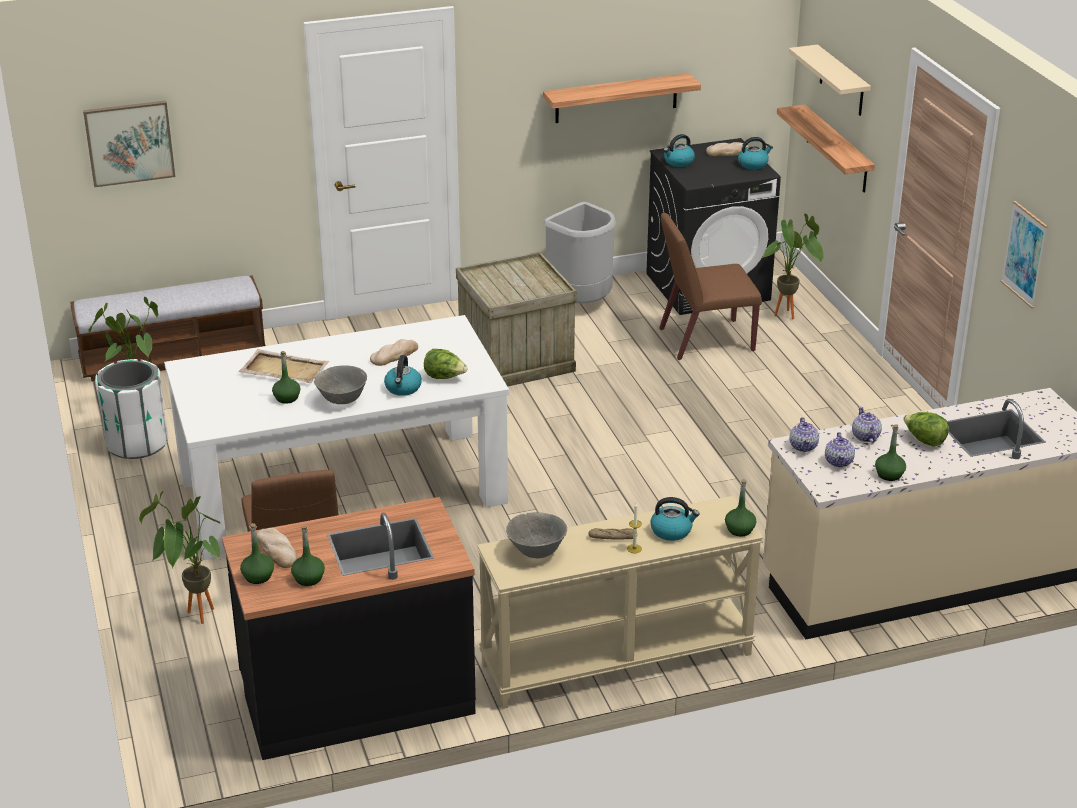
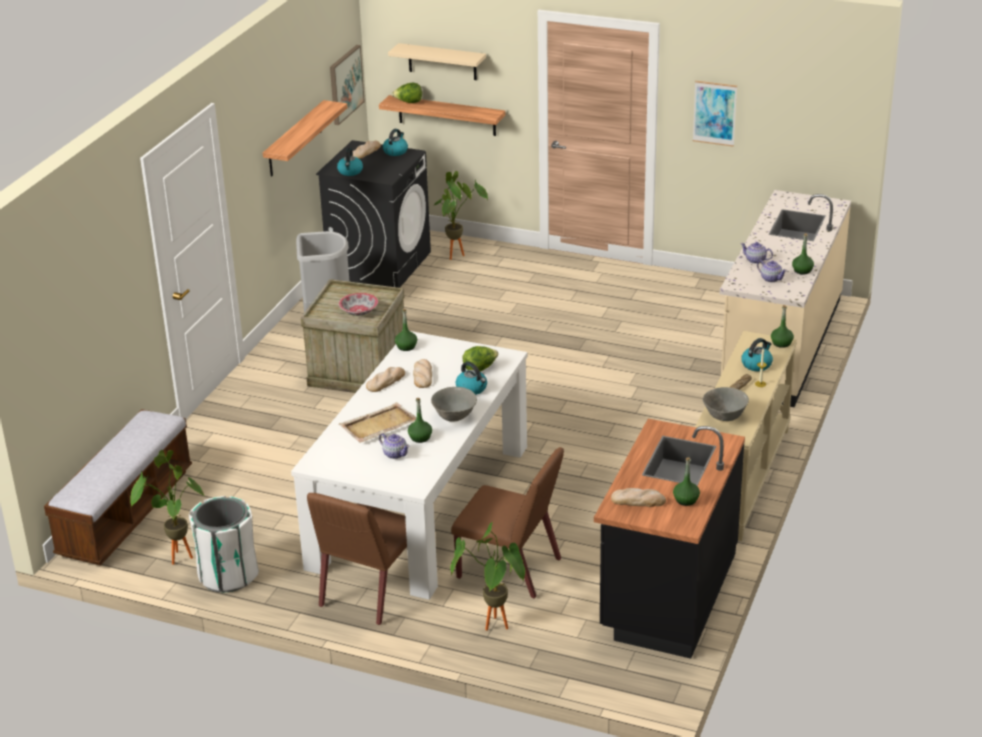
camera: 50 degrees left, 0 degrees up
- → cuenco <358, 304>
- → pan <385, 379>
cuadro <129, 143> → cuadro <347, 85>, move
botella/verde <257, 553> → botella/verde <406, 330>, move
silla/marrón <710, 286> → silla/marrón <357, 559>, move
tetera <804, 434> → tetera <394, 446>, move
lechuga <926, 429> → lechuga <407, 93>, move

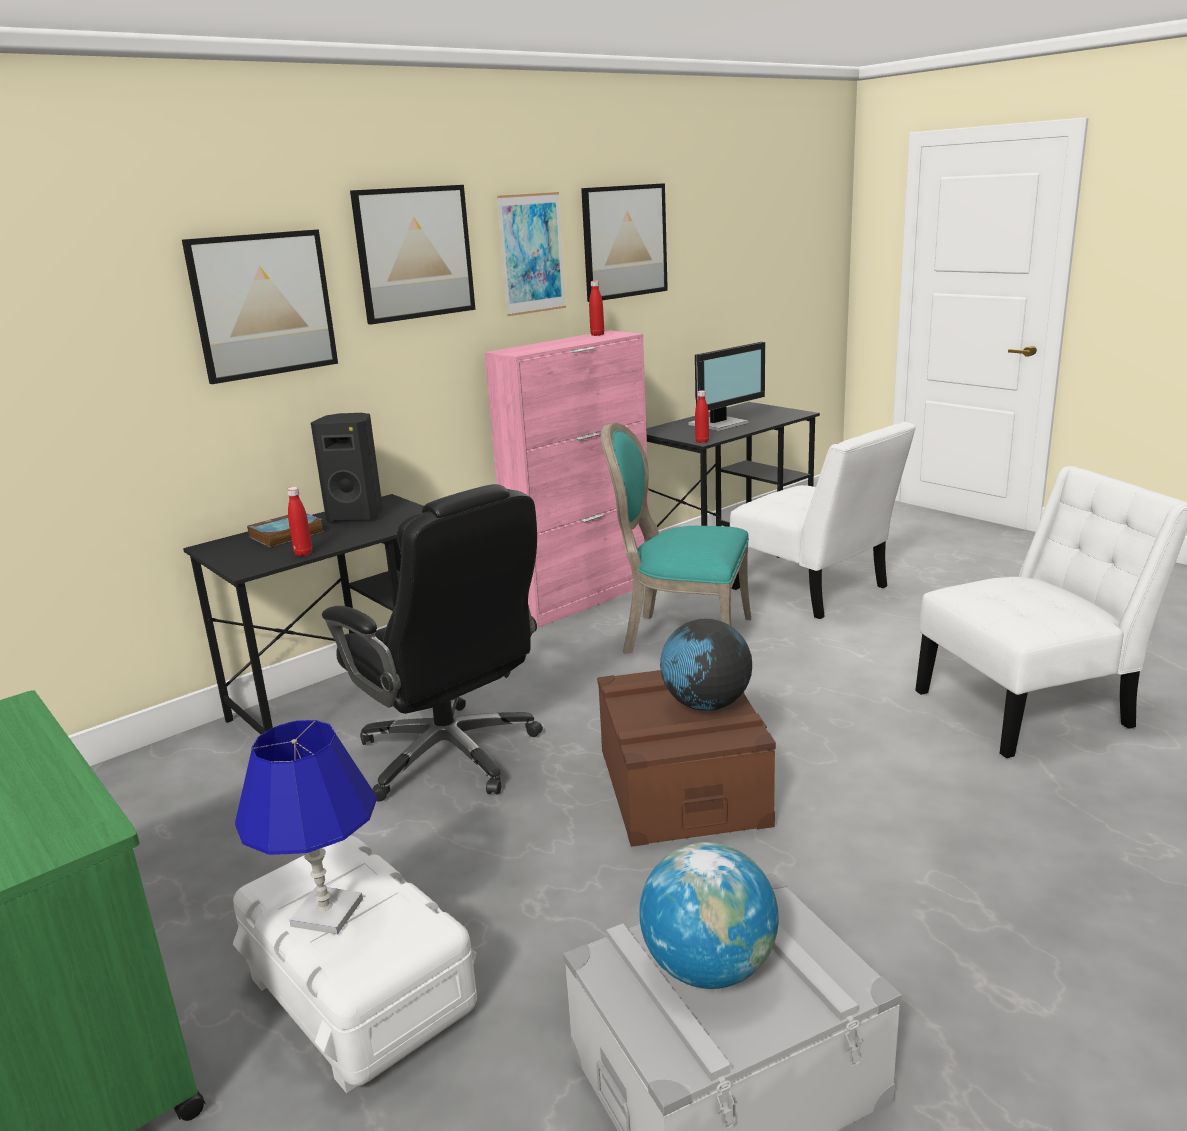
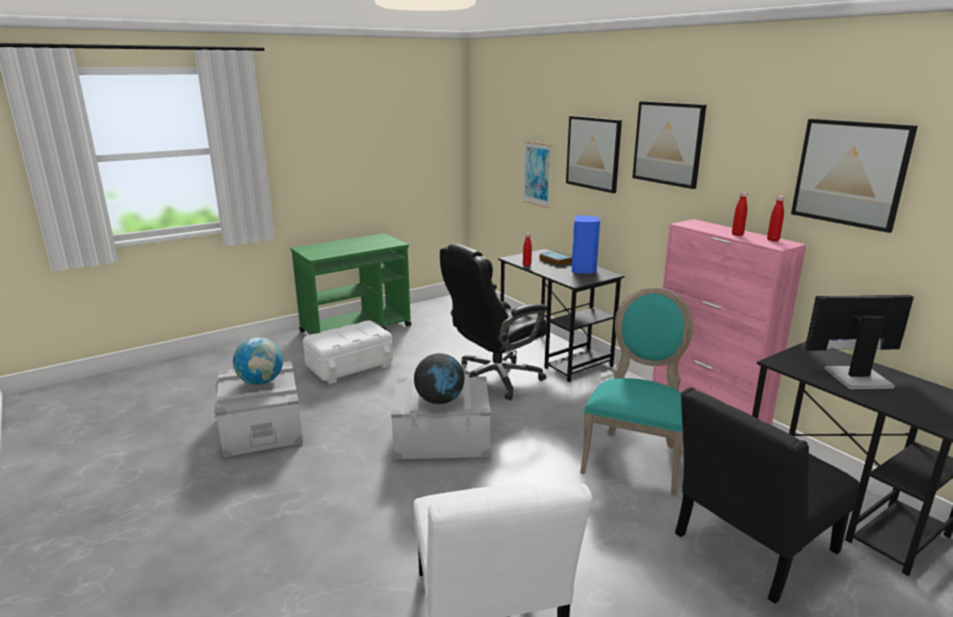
camera: 95 degrees right, 0 degrees up
lámpara de mesa/azul <306, 827> → -
cuadro <531, 254> → cuadro <537, 174>, move
botella/rojo <702, 416> → botella/rojo <740, 214>, move
altavoz/negro <347, 467> → altavoz/azul <586, 244>
caja de almacenaje/marrón <686, 758> → caja de almacenaje/gris <441, 417>
silla/blanco <823, 520> → silla/negro <767, 495>
monitor <727, 386> → monitor <859, 342>, 120 degrees clockwise

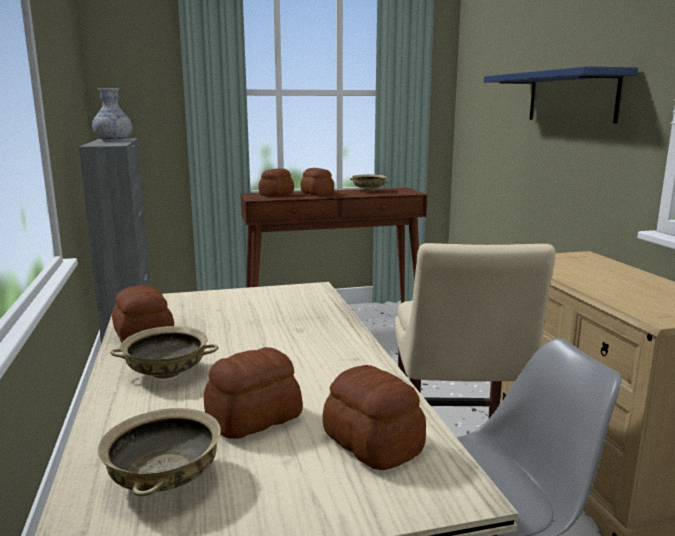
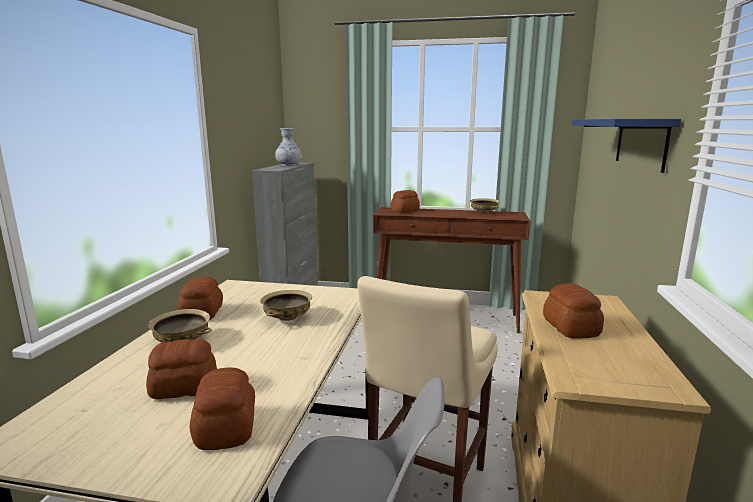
camera: 25 degrees right, 0 degrees up
cuenco/beis <159, 452> → cuenco/beis <286, 305>, move
pan <317, 182> → pan <573, 311>, move

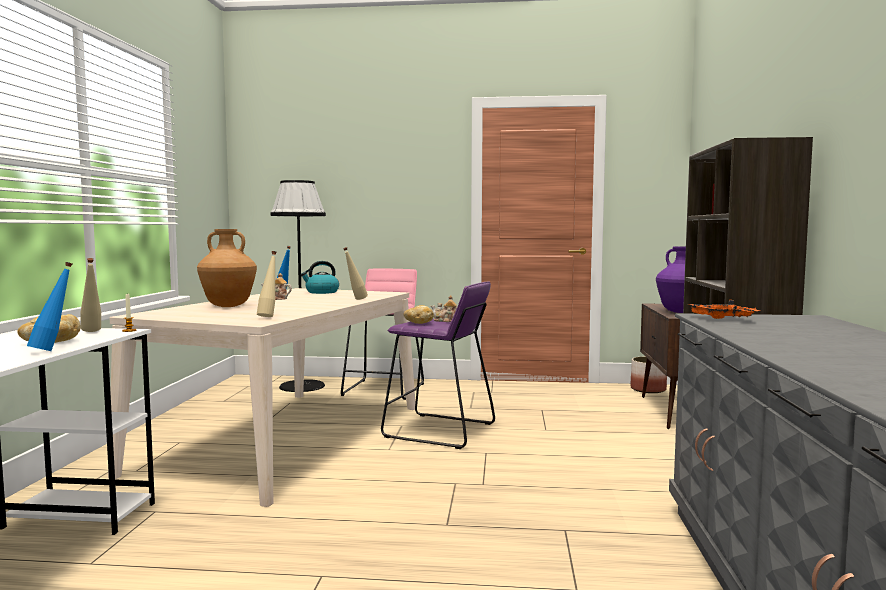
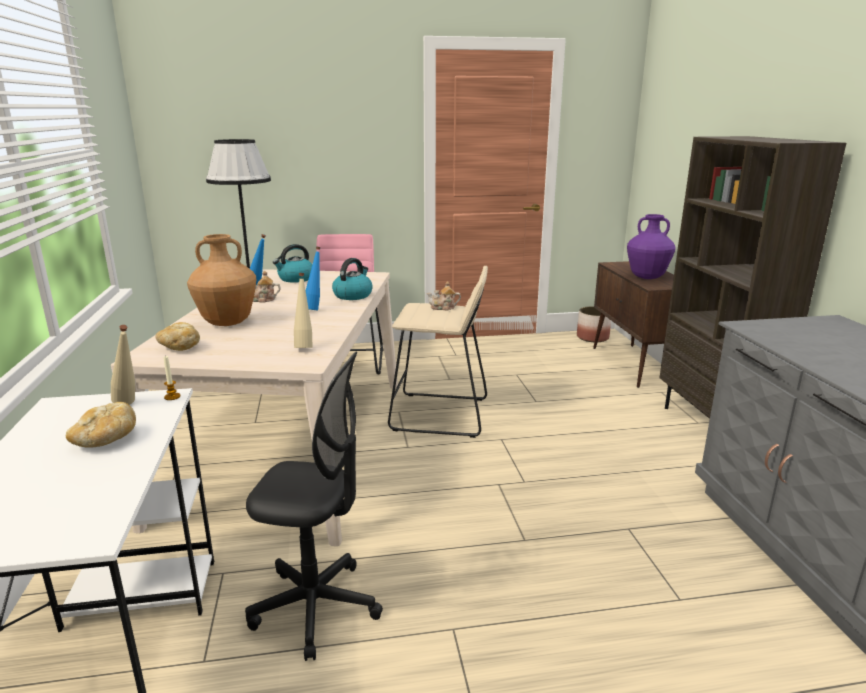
camera: 15 degrees left, 15 degrees up
bandeja/naranja <724, 309> → -
- → silla de oficina/negro <314, 506>
botella/azul <49, 306> → botella/azul <313, 278>, move
pan <419, 314> → pan <177, 336>, move
botella/beis <355, 273> → hervidor <352, 279>
taburete/morado <438, 365> → taburete/beis <438, 351>

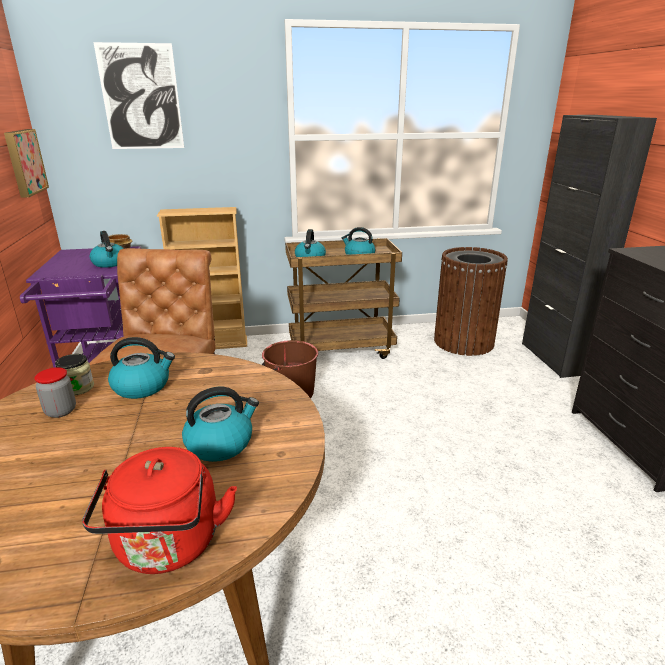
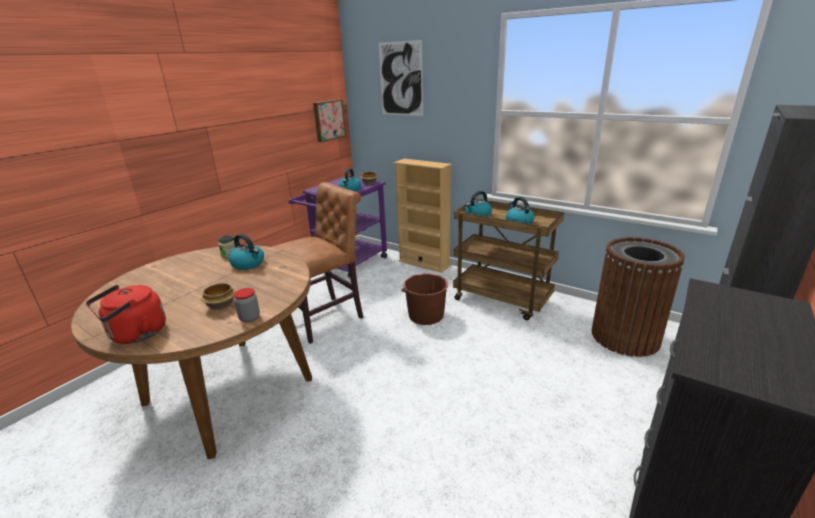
camera: 45 degrees right, 0 degrees up
tarro <55, 392> → tarro <247, 305>, move
hervidor <220, 424> → cuenco <218, 296>

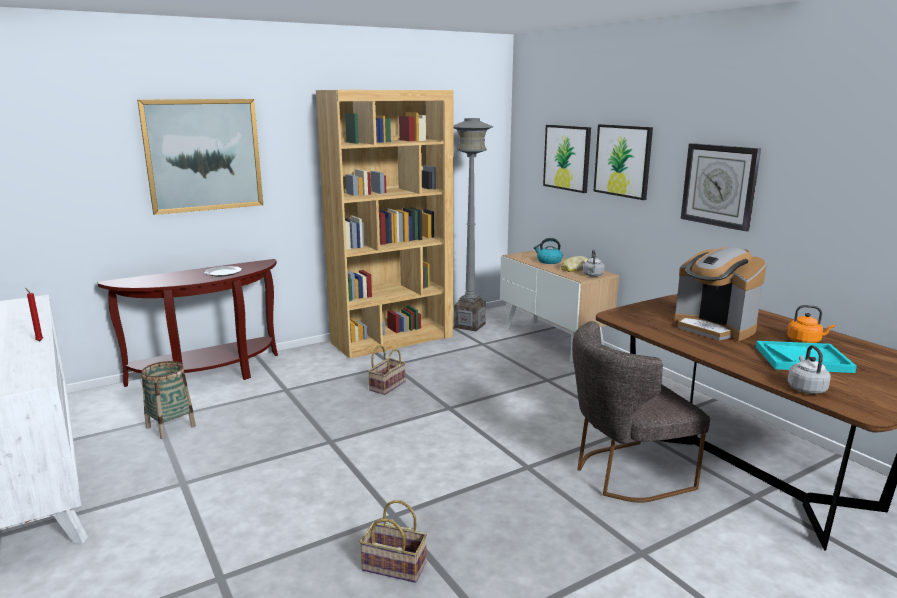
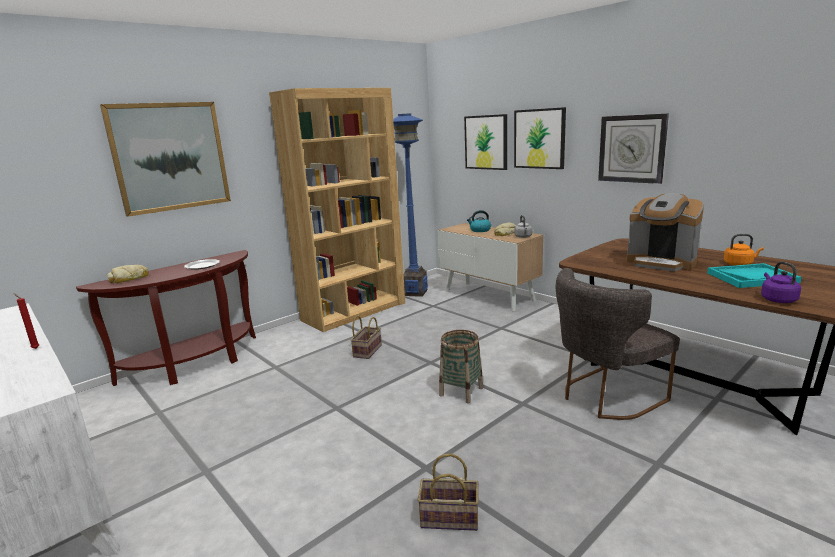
camera: 10 degrees left, 0 degrees up
- → pan <128, 274>
cesta <168, 400> → cesta <461, 366>, move
lámpara de pie/gris <473, 224> → lámpara de pie/azul <410, 205>
hervidor/gris <809, 369> → hervidor/morado <781, 282>

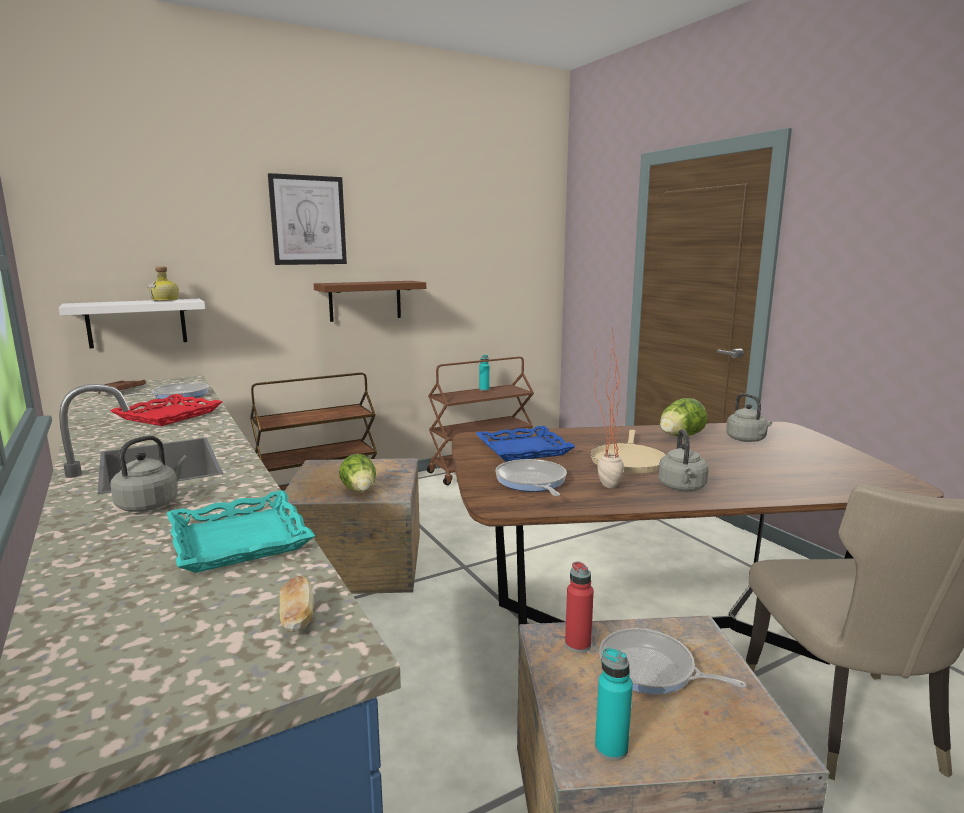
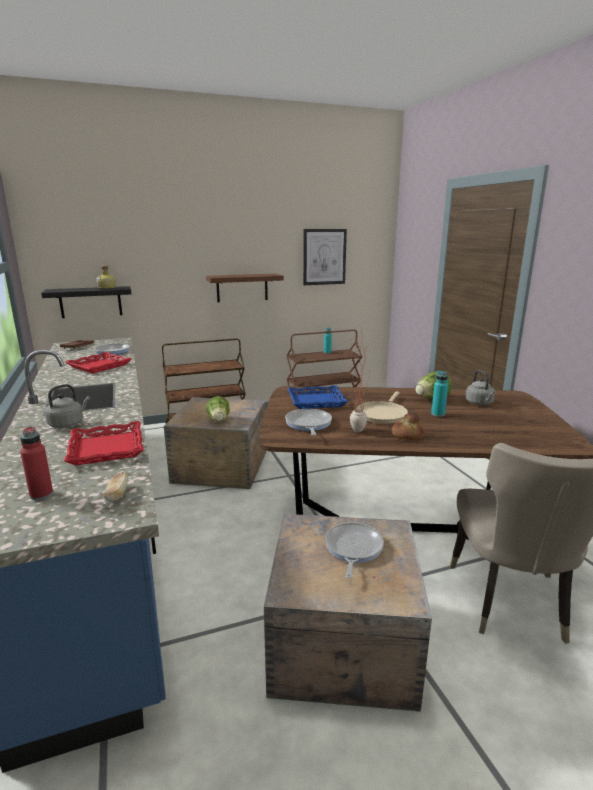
camera: 10 degrees right, 5 degrees up
cuadro <307, 219> → cuadro <325, 257>, move
botella/rojo <579, 606> → botella/rojo <36, 463>, move
botella/turquesa <614, 704> → botella/turquesa <439, 394>, move
hervidor/gris <683, 460> → pan <408, 426>
estante/blanco <132, 323> → estante/negro <86, 302>
bandeja/turquesa <241, 531> → bandeja/rojo <104, 443>
sartén <673, 661> → sartén <354, 550>, 60 degrees clockwise

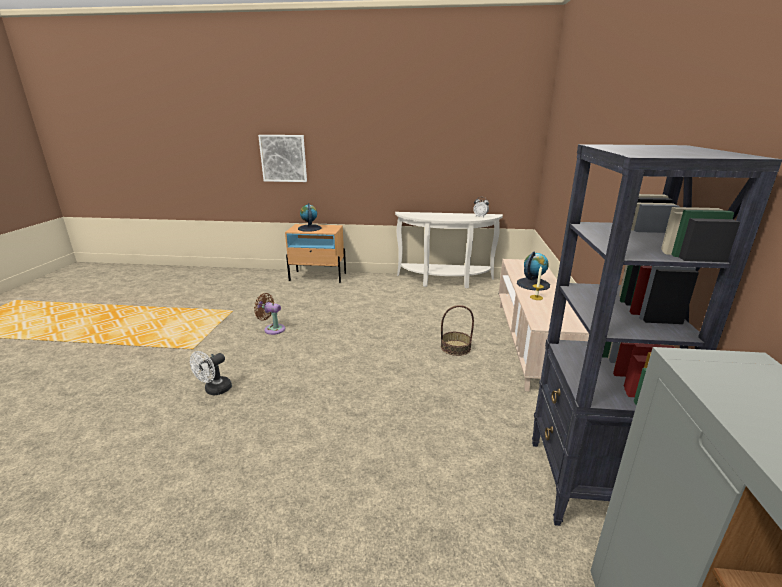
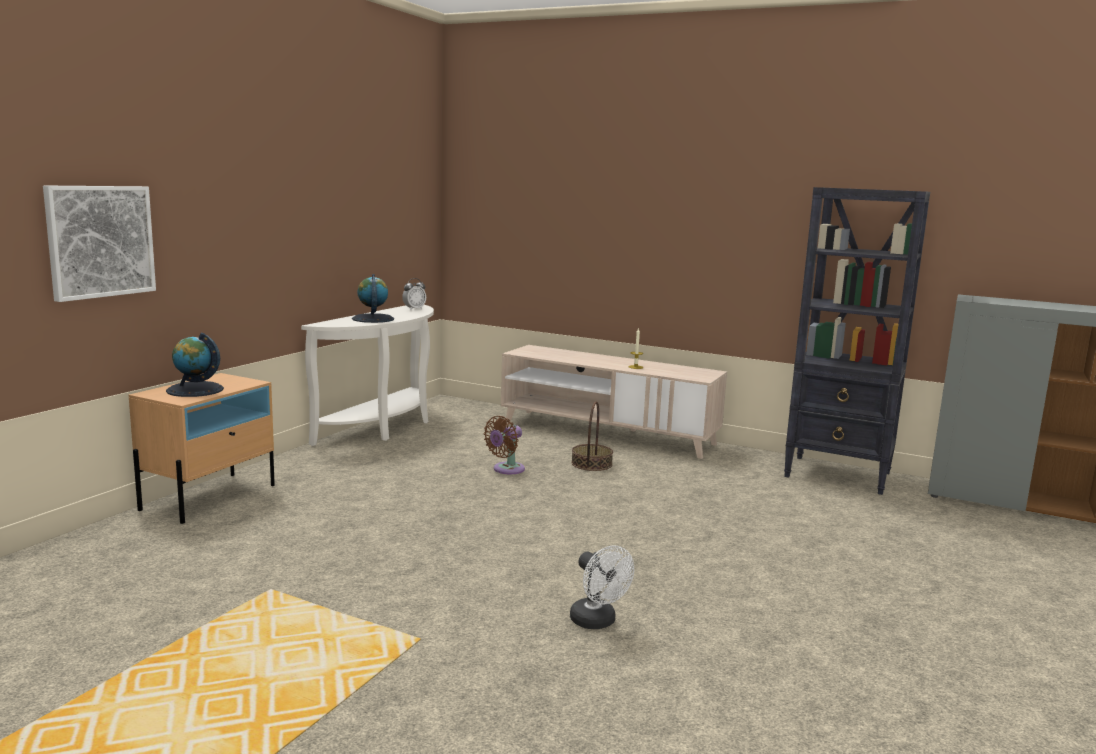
camera: 70 degrees left, 10 degrees down
ventilador/marrón <269, 314> → ventilador/marrón <504, 445>, move
globo terráqueo <533, 271> → globo terráqueo <373, 298>, move

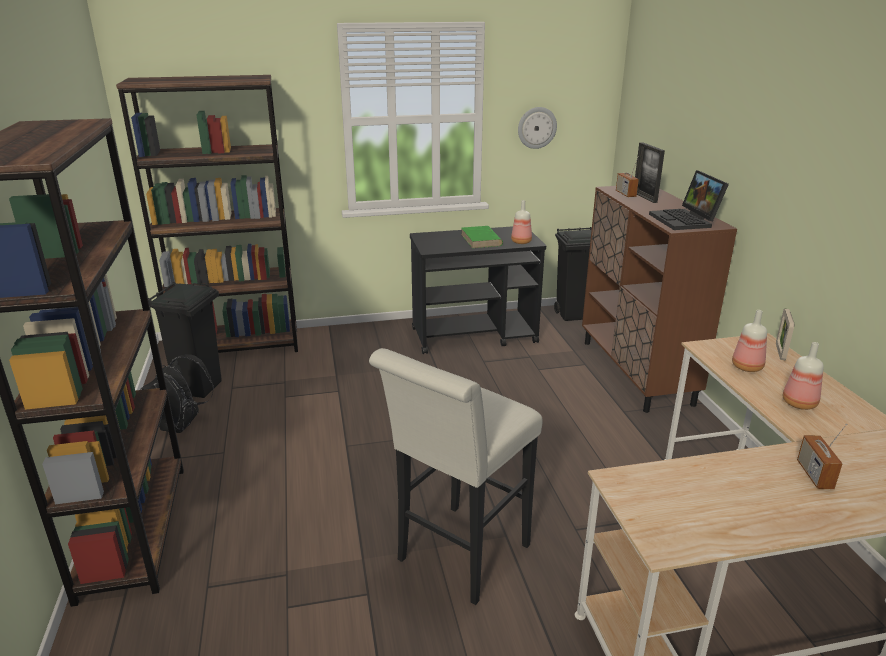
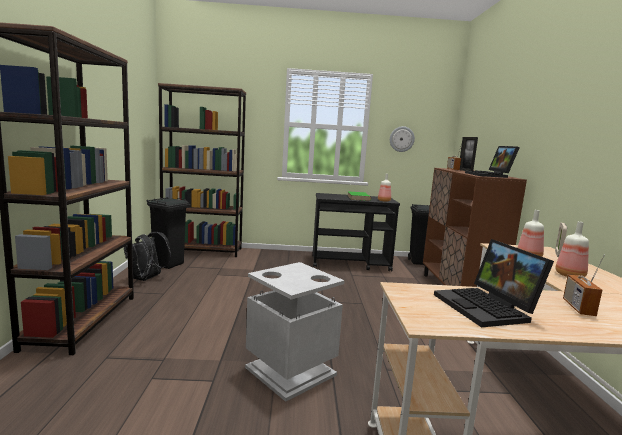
camera: 10 degrees right, 15 degrees down
- → portátil <494, 283>
taburete/blanco <456, 476> → papelera/gris <295, 332>

